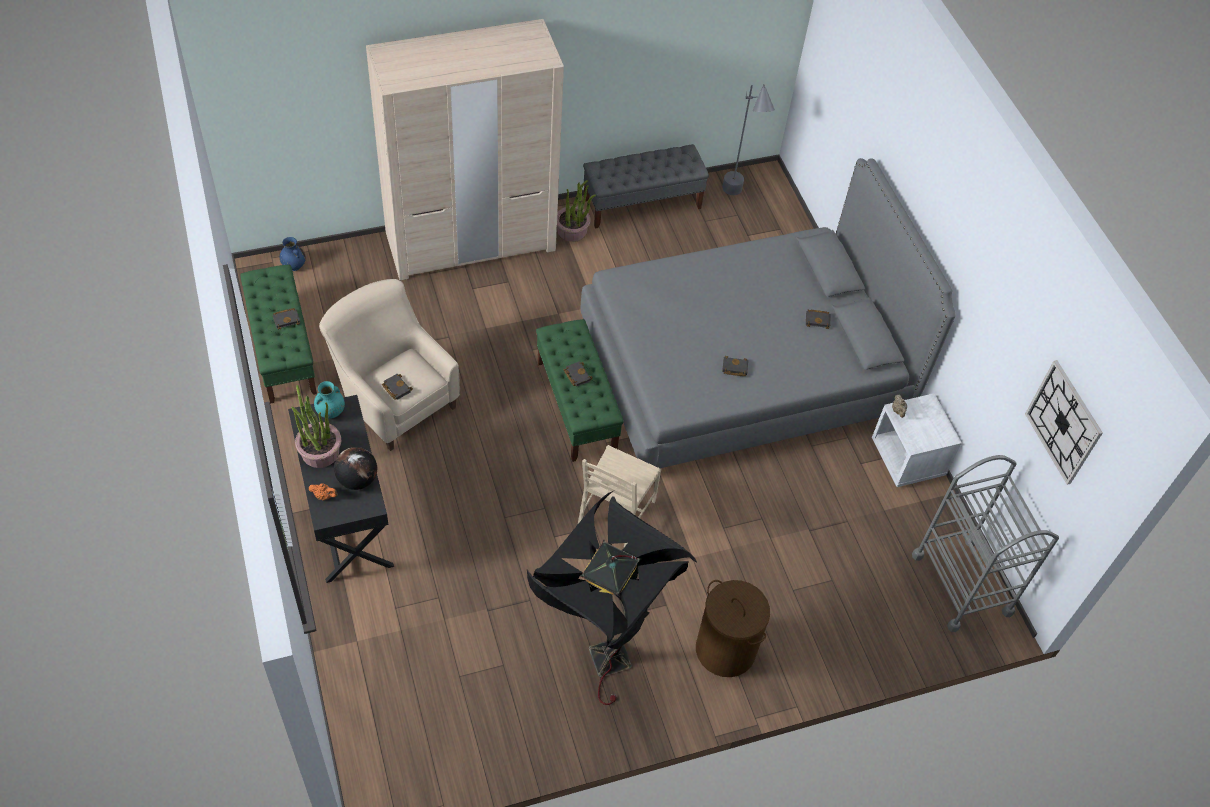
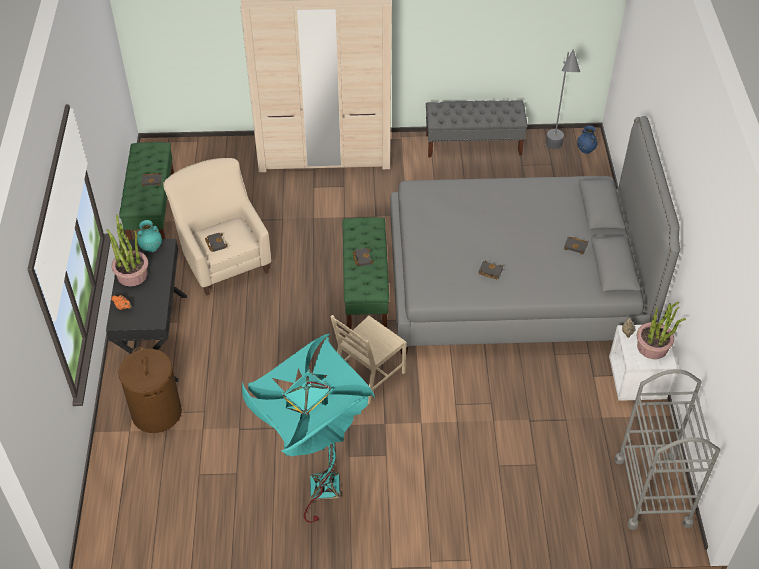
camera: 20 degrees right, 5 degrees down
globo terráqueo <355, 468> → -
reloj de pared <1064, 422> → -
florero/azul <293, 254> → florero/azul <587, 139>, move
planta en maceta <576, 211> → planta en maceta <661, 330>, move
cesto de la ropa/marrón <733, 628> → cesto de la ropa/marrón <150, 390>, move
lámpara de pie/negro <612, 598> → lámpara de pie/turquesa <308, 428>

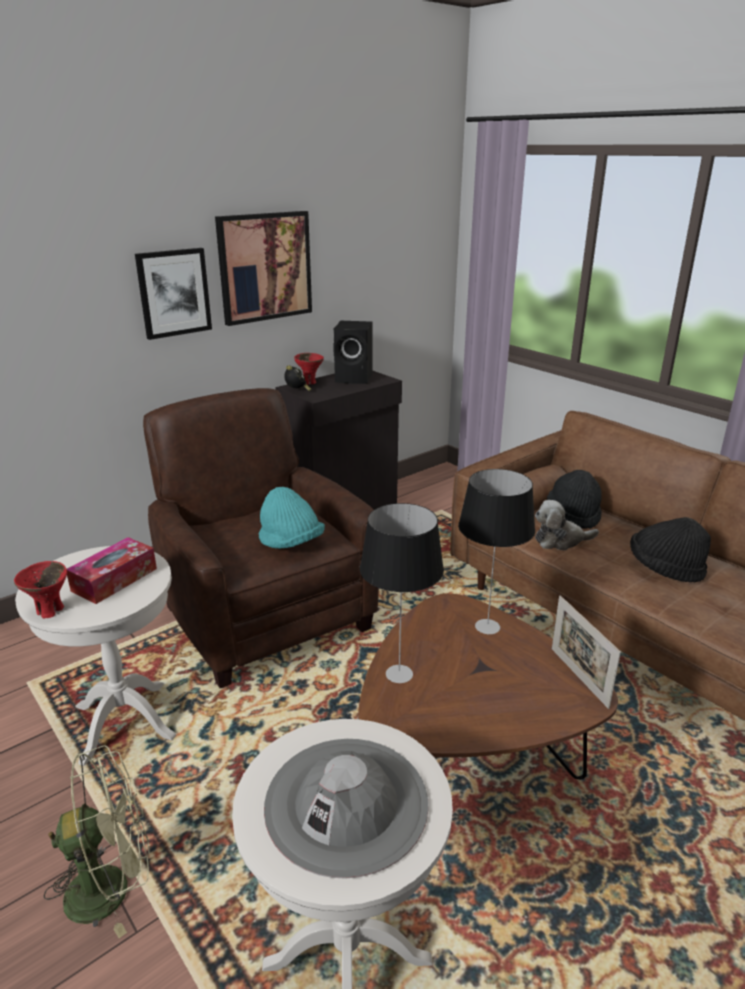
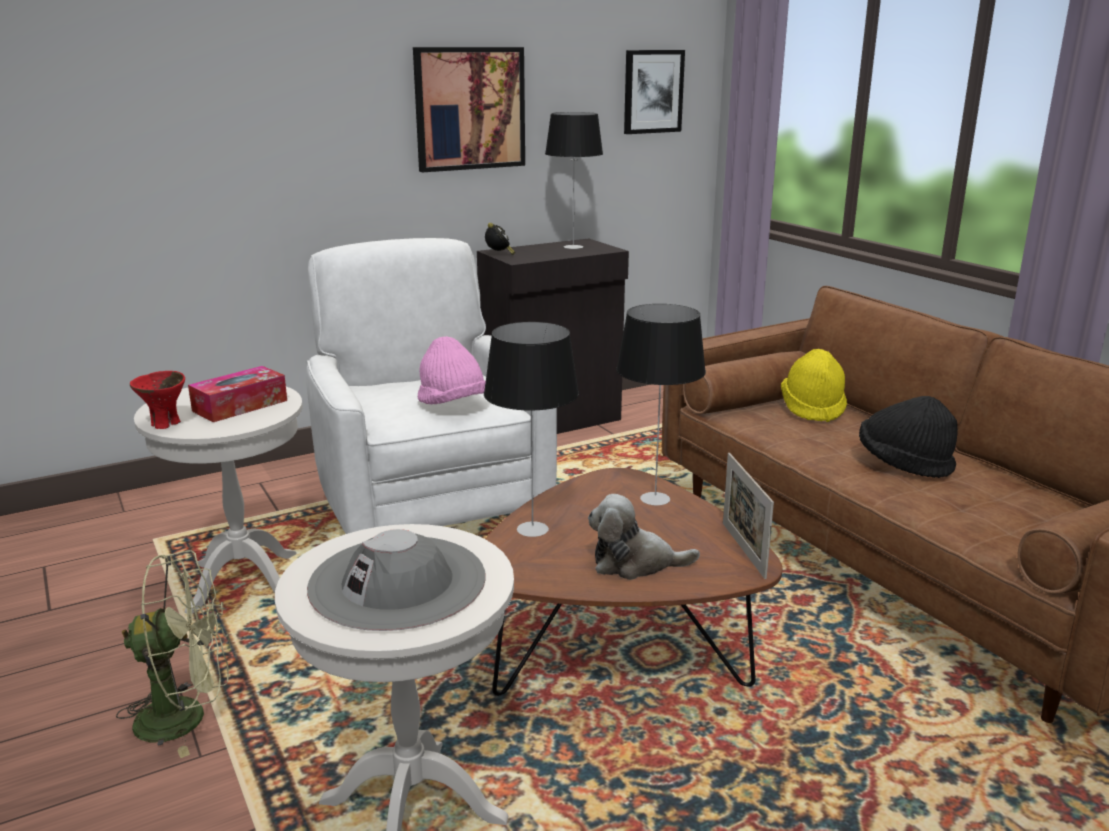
camera: 10 degrees right, 5 degrees down
cuenco/rojo <309, 369> → -
cuadro <173, 294> → cuadro <654, 92>, move
peluche <567, 525> → peluche <644, 537>, move
altavoz/negro <352, 352> → lámpara de mesa <574, 180>
sillón/marrón <261, 538> → sillón/blanco <431, 386>
sombrero/turquesa <292, 518> → sombrero/rosa <452, 370>
sombrero/negro <574, 499> → sombrero/amarillo <814, 385>

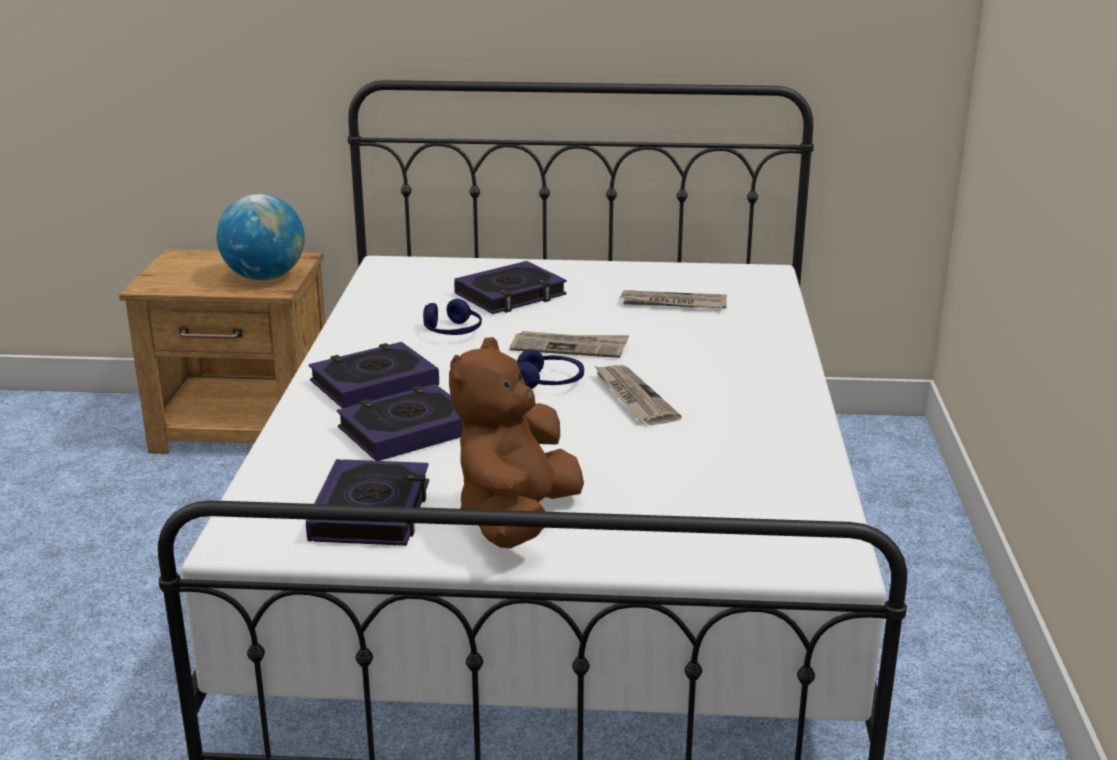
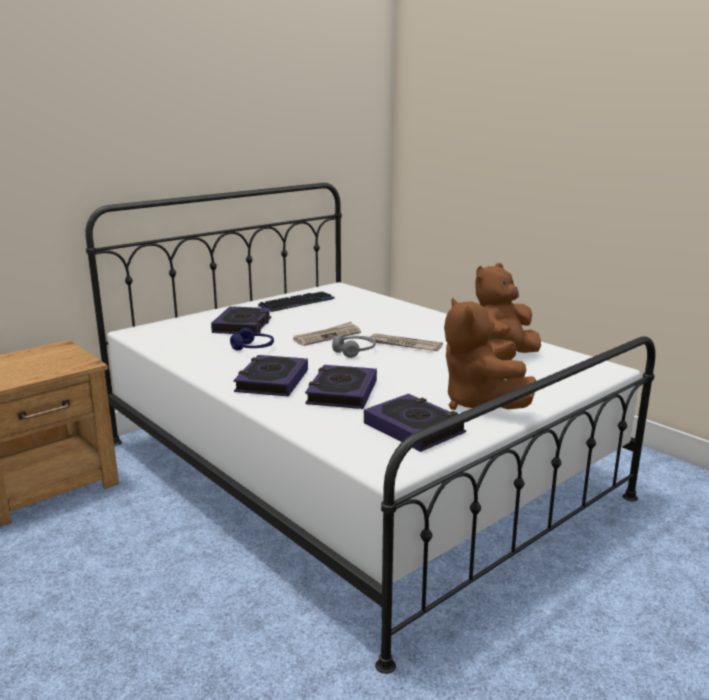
camera: 45 degrees left, 5 degrees down
globo terráqueo <260, 237> → -
periódico <673, 299> → -
- → teclado <296, 302>
- → peluche/marrón <508, 311>
auriculares/azul <550, 369> → auriculares/gris <353, 346>

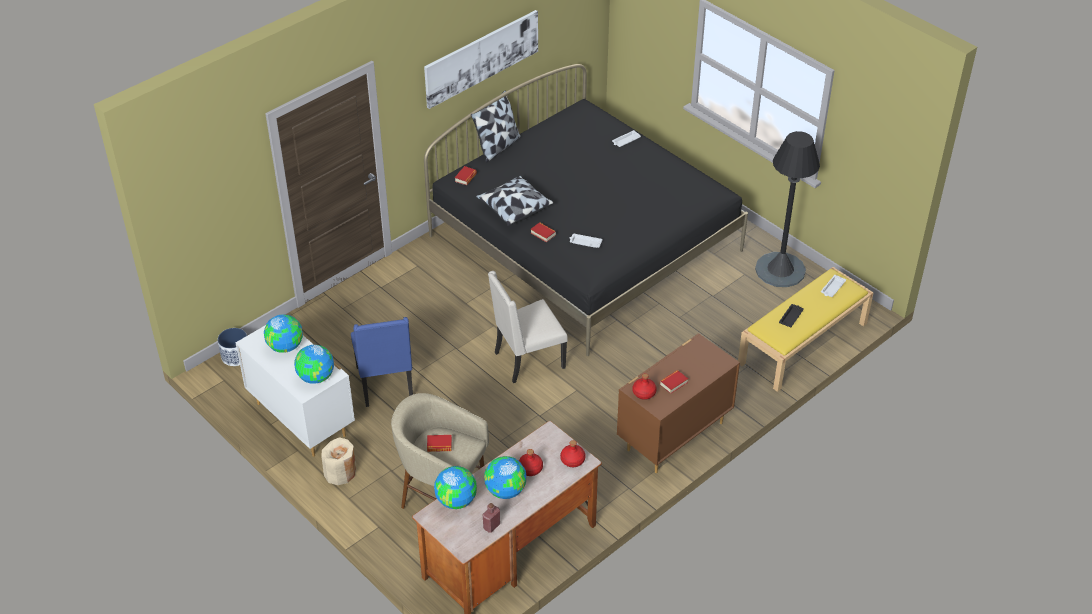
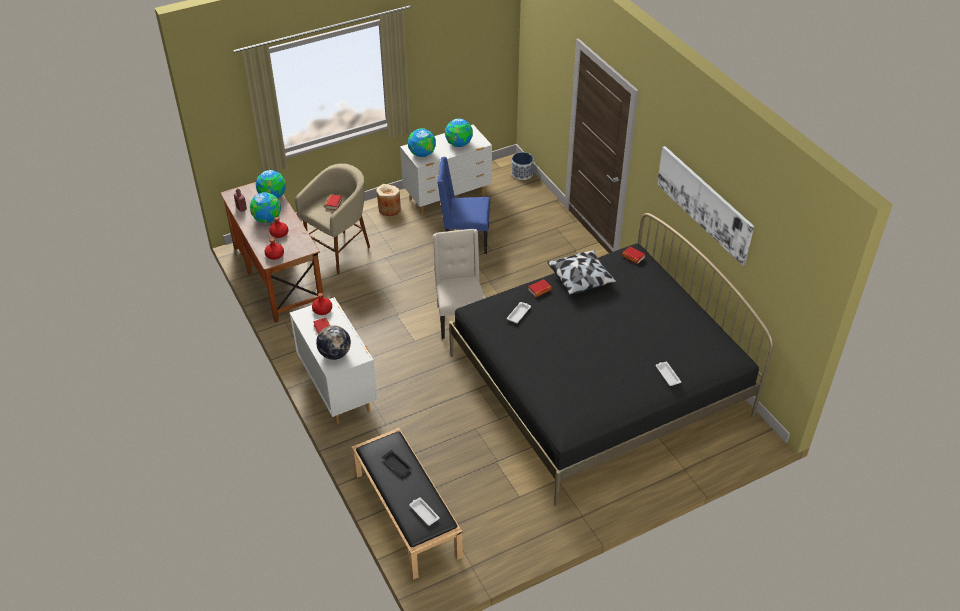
camera: 105 degrees right, 0 degrees up
cojín <496, 126> → -
lámpara de pie/negro <787, 209> → -
- → globo terráqueo <333, 342>
cómoda/marrón <678, 403> → cómoda/blanco <334, 360>
banco/amarillo <806, 329> → banco/negro <407, 504>

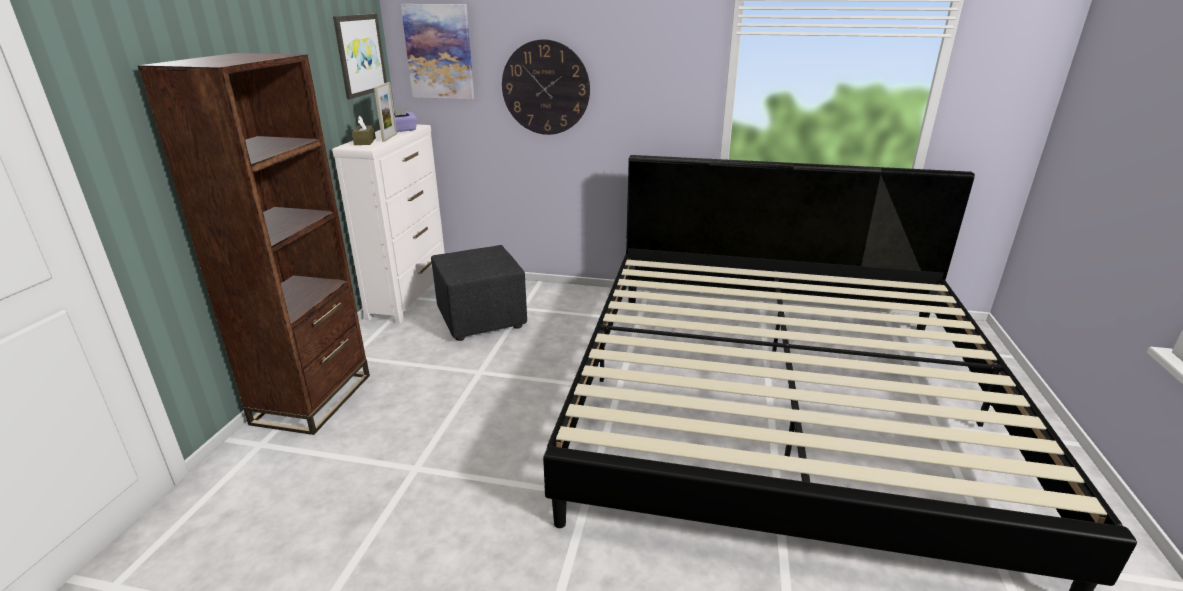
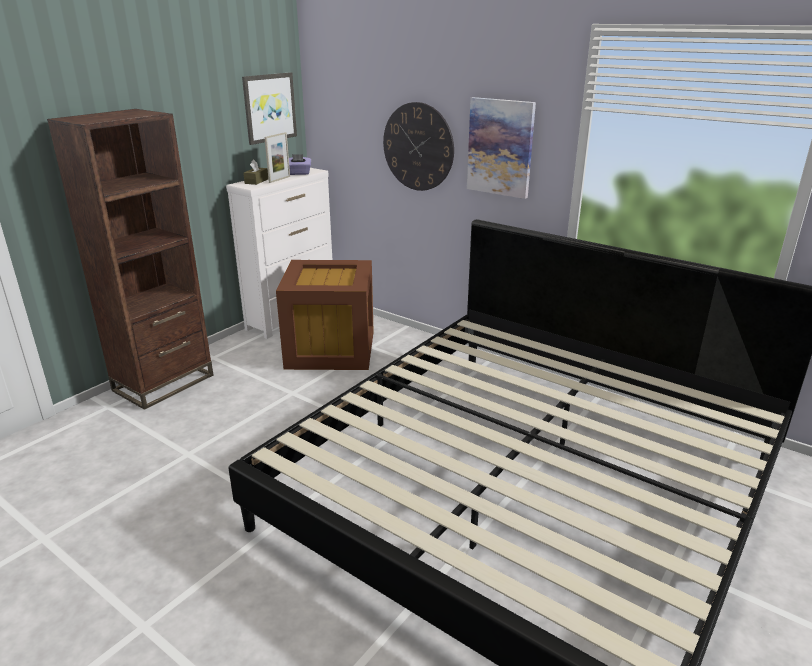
camera: 25 degrees right, 0 degrees up
cuadro <437, 51> → cuadro <501, 148>, move
puf/negro <479, 293> → caja de almacenaje/marrón <325, 315>

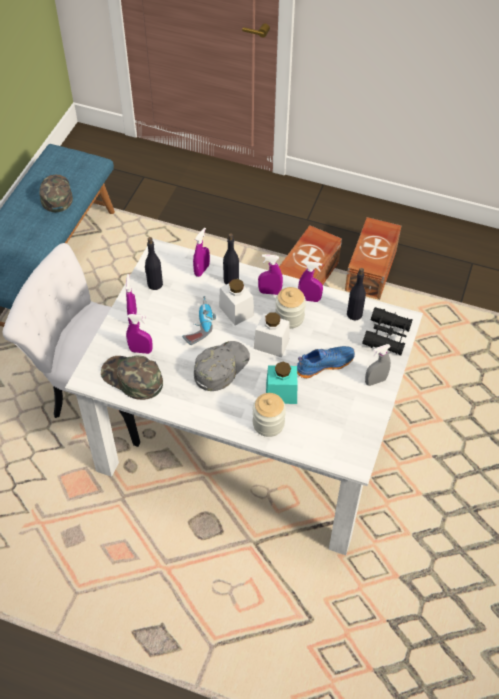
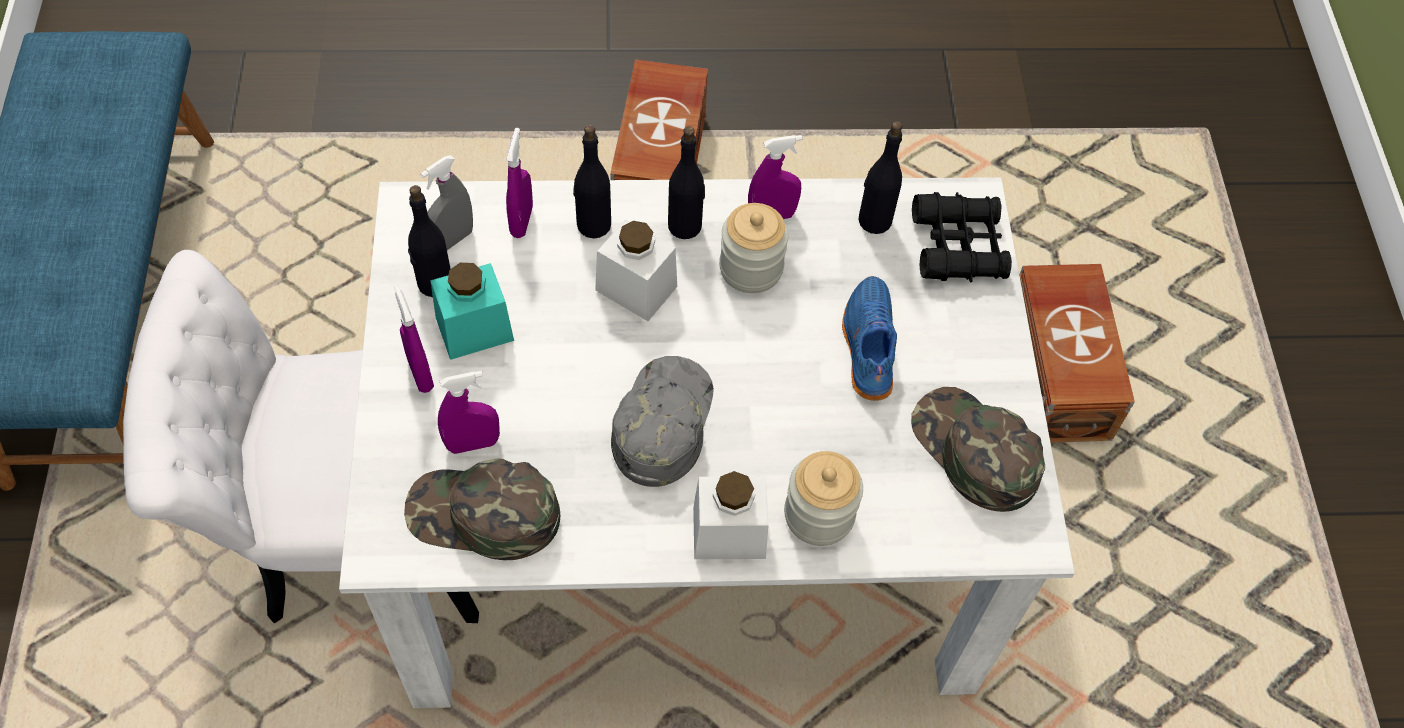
camera: 25 degrees left, 5 degrees up
taladro <199, 320> → -
gorra/verde <56, 193> → gorra/verde <978, 449>, move
tarro/blanco <272, 334> → tarro/blanco <731, 515>, move
tarro/turquesa <281, 383> → tarro/turquesa <472, 311>, move
caja de almacenaje/marrón <373, 258> → caja de almacenaje/marrón <1077, 353>, move
pulverizador/gris <378, 365> → pulverizador/gris <446, 202>, move
pulverizador/morado <270, 274> → botella/negro <686, 182>
zapato/azul <326, 362> → zapato/azul <869, 338>, 45 degrees counterclockwise

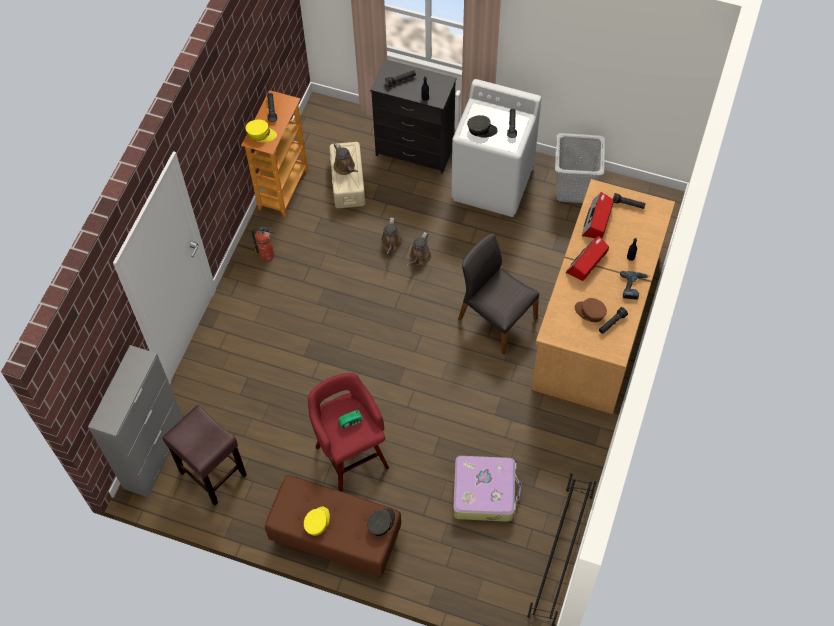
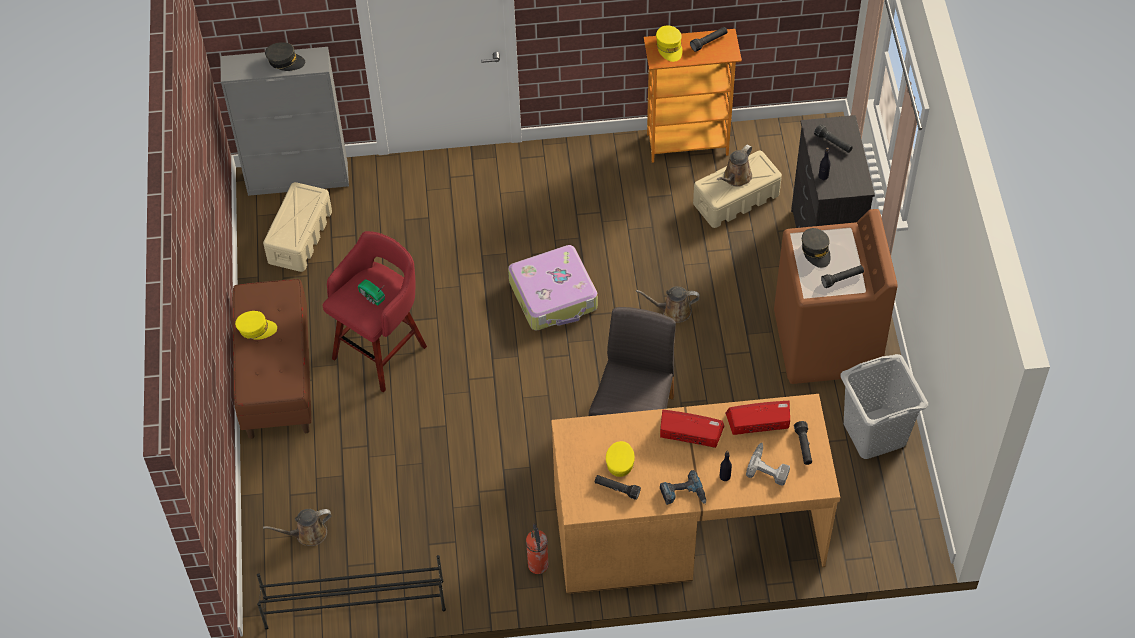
camera: 65 degrees right, 5 degrees down
- → taladro <768, 464>
extintor <263, 244> → extintor <537, 548>, move
gorra/gris <381, 522> → gorra/gris <285, 56>, move
regadera/marrón <392, 236> → regadera/marrón <297, 527>, move
maleta <487, 489> → maleta <553, 287>, move
taburete/marrón <204, 455> → caja de almacenaje/beis <297, 227>
lavadora/blanco <496, 148> → lavadora/marrón <836, 296>
gorra/marrón <591, 310> → gorra/amarillo <620, 459>

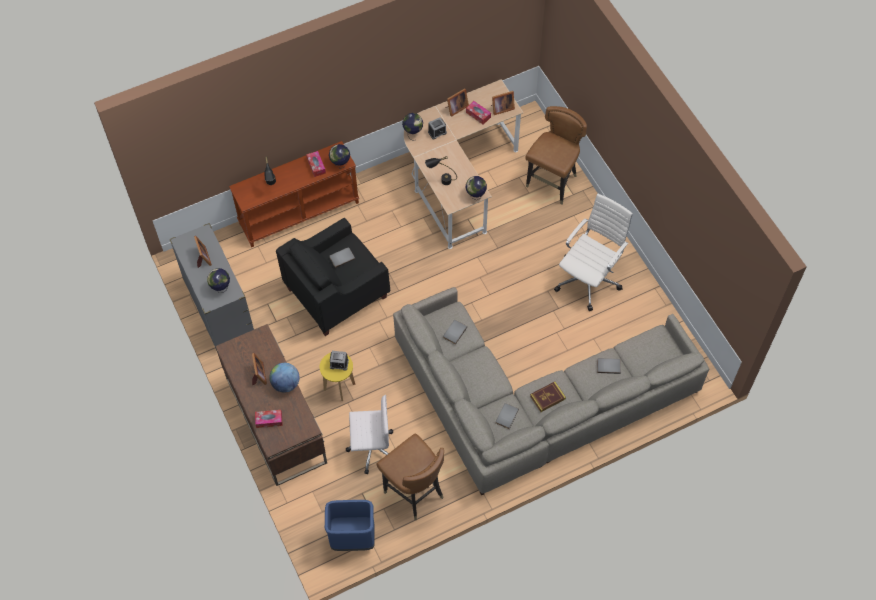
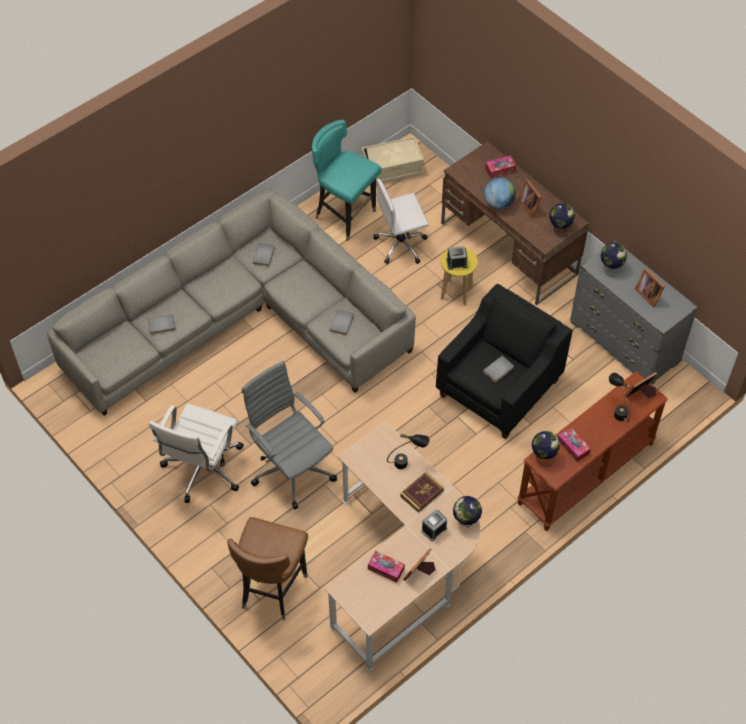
camera: 165 degrees right, 5 degrees down
- → silla de oficina/gris <289, 435>
globo terráqueo <476, 188> → globo terráqueo <562, 220>, move
portarretratos <503, 103> → portarretratos <640, 385>, move
libro <548, 396> → libro <422, 492>, move
papelera/azul <350, 525> → caja de almacenaje/beis <392, 160>
silla/marrón <410, 476> → silla/turquesa <347, 180>

